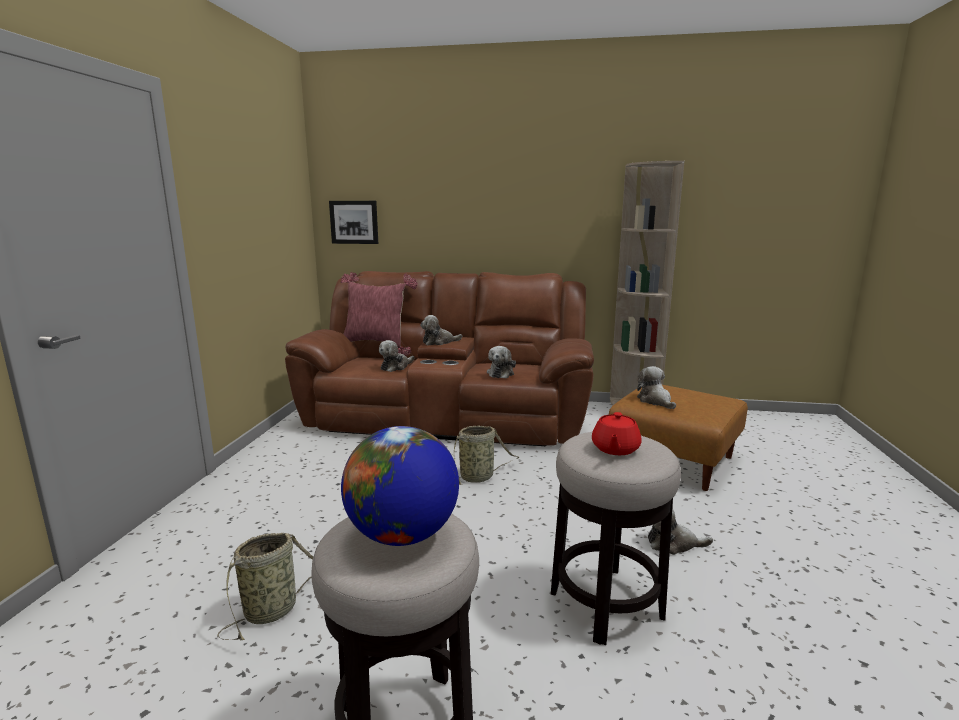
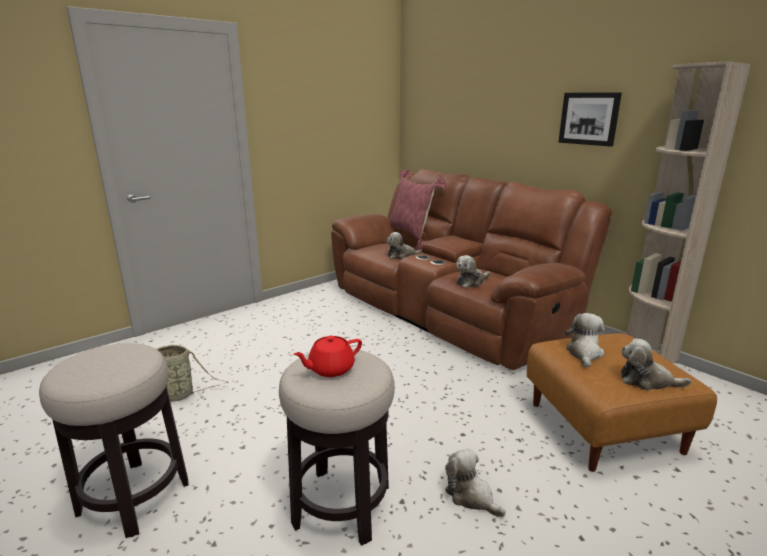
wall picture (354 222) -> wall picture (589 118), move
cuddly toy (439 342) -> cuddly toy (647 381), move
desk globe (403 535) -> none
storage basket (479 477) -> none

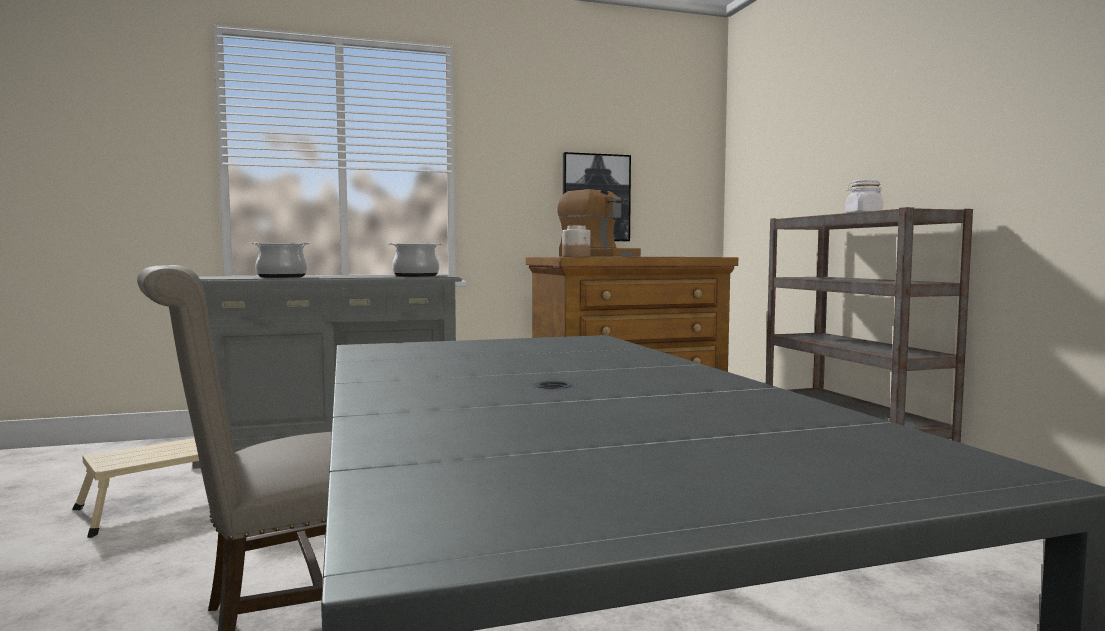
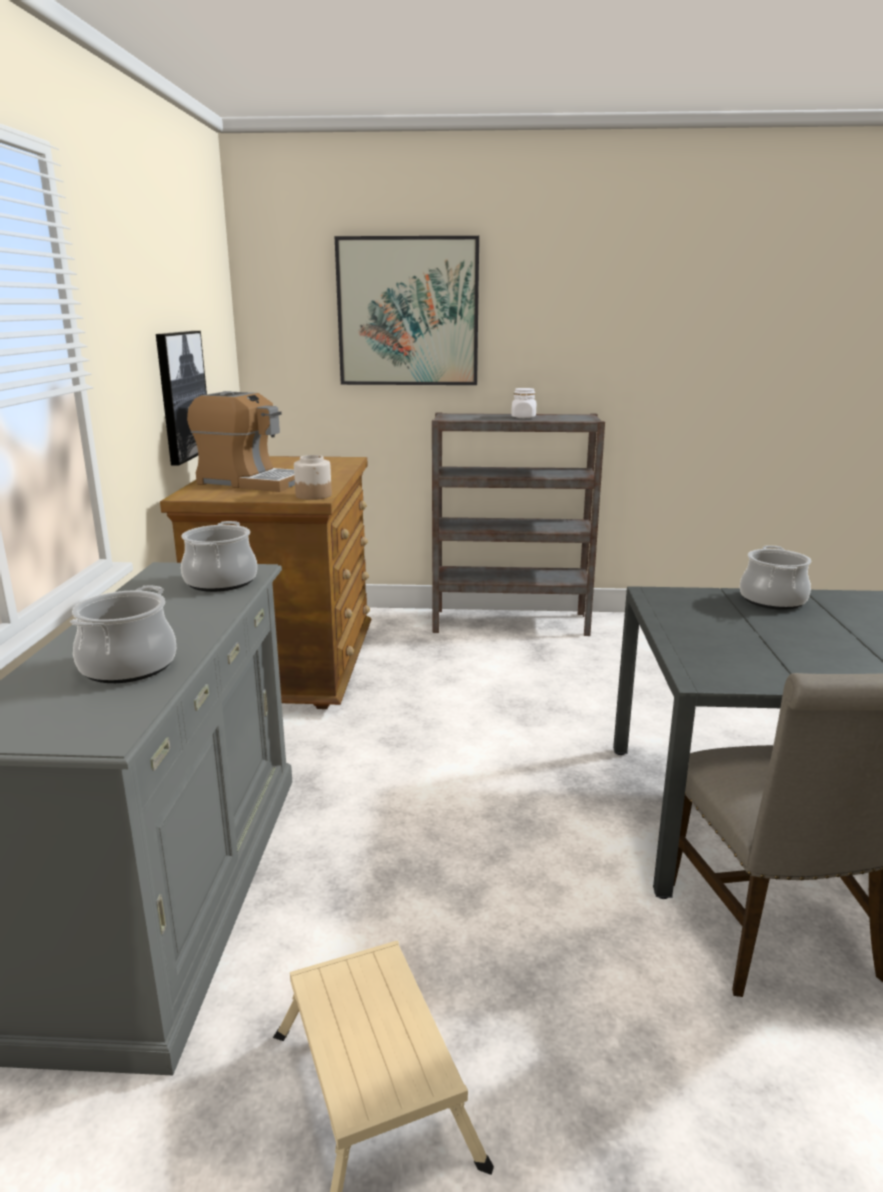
coffee maker (597 256) -> coffee maker (250 482), 45 degrees clockwise
none -> wall picture (408 312)
none -> saucepot (773 600)

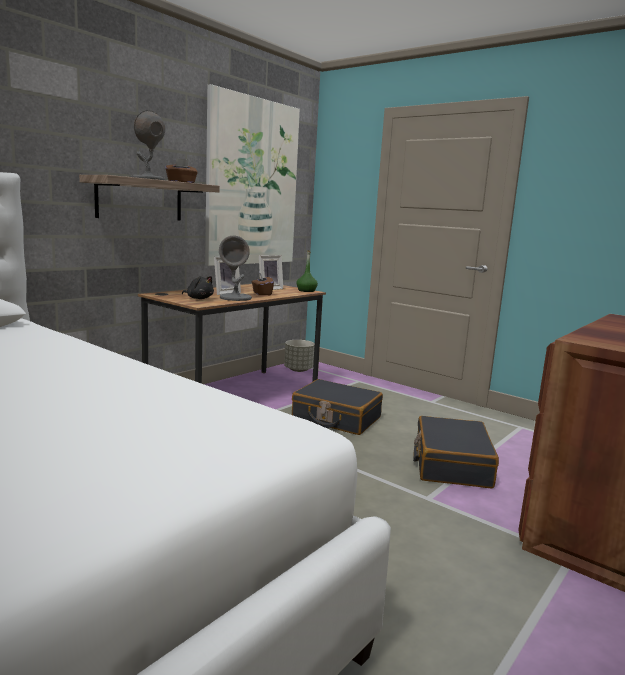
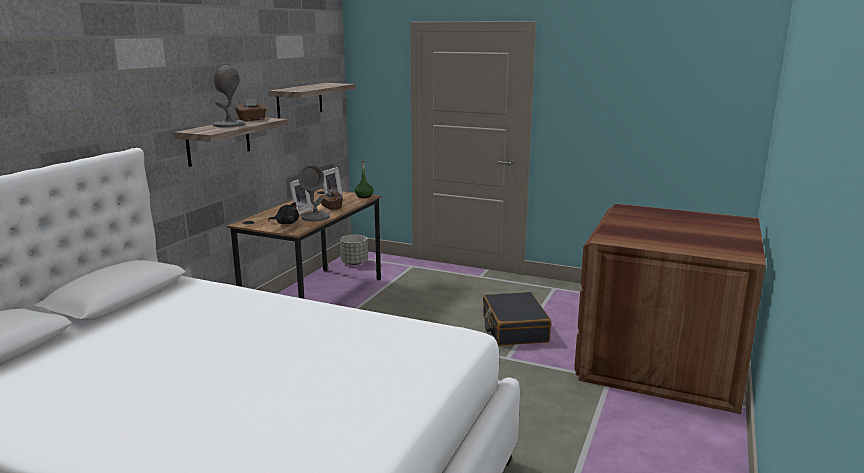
wall picture (252 183) -> bracket shelf (300 101)
black piece of luggage (336 418) -> none

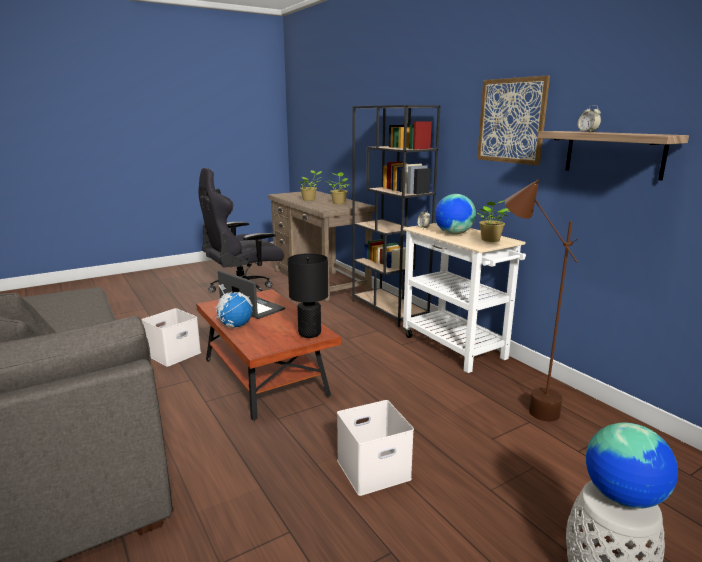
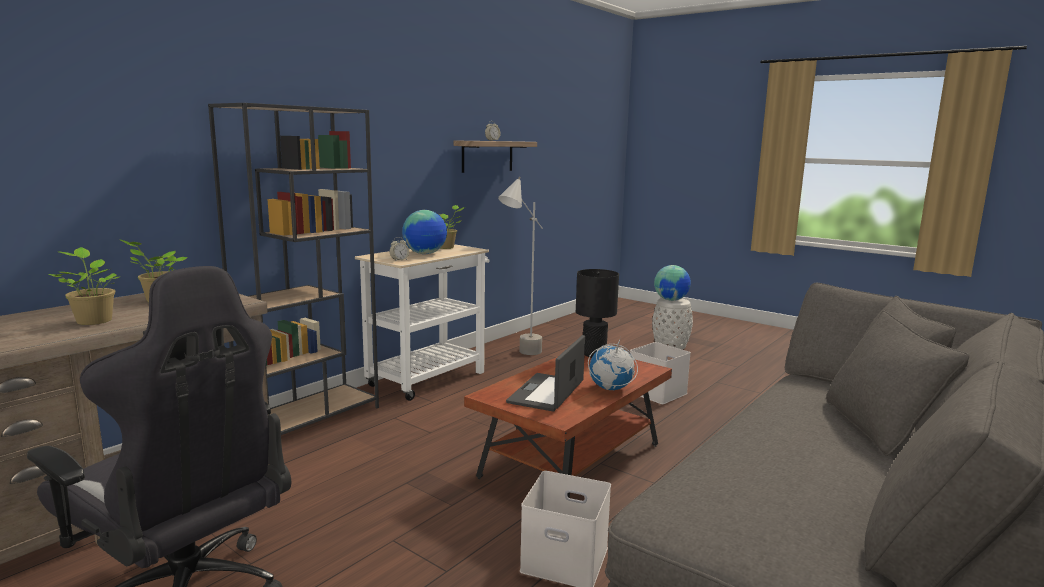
wall picture (511 120) -> none
brownish standard lamp (522 402) -> grey standard lamp (520 356)

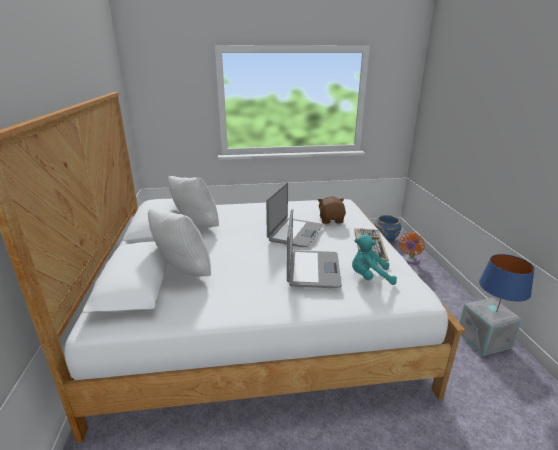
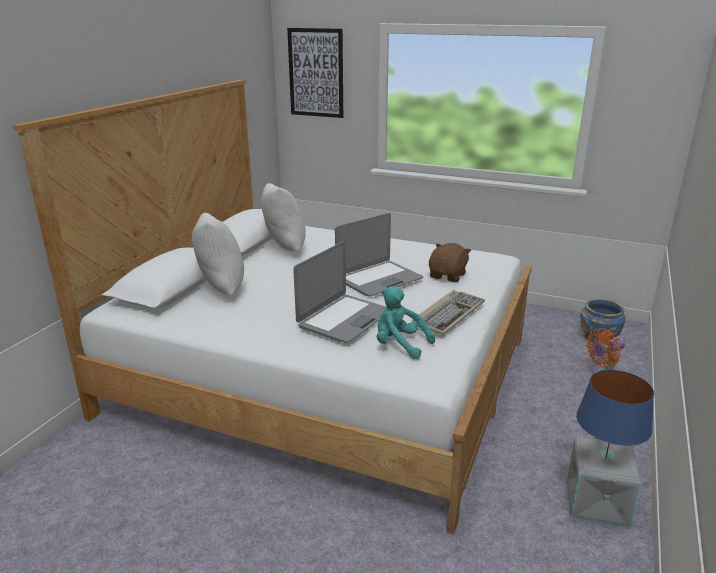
none -> wall picture (316 73)

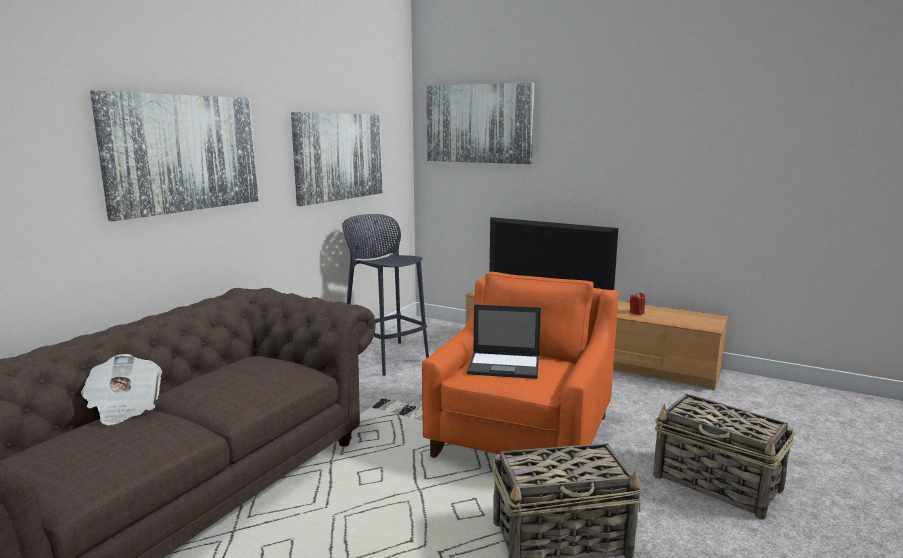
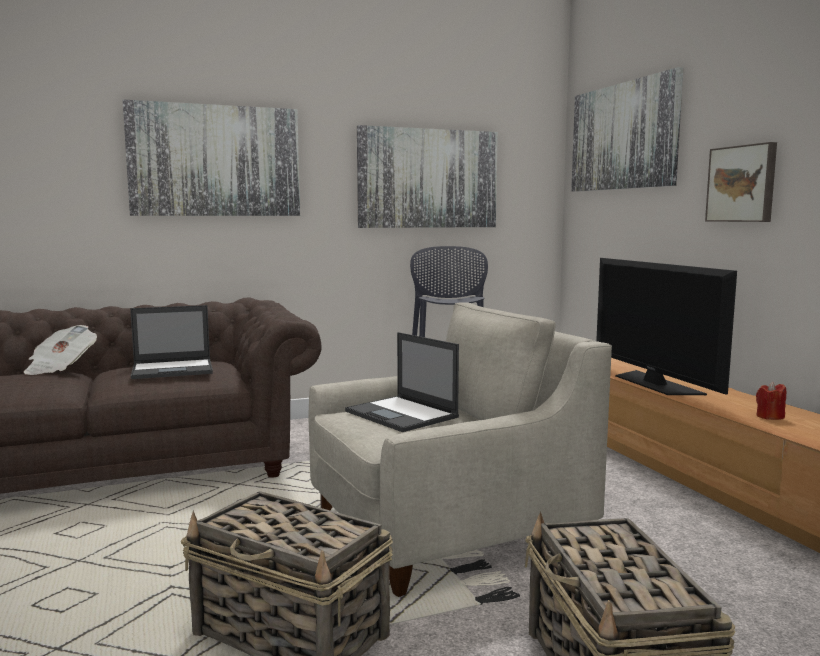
orange easy chair (521 437) -> sand-coloured easy chair (444 529)
none -> wall picture (742 184)
none -> portable computer (174 369)

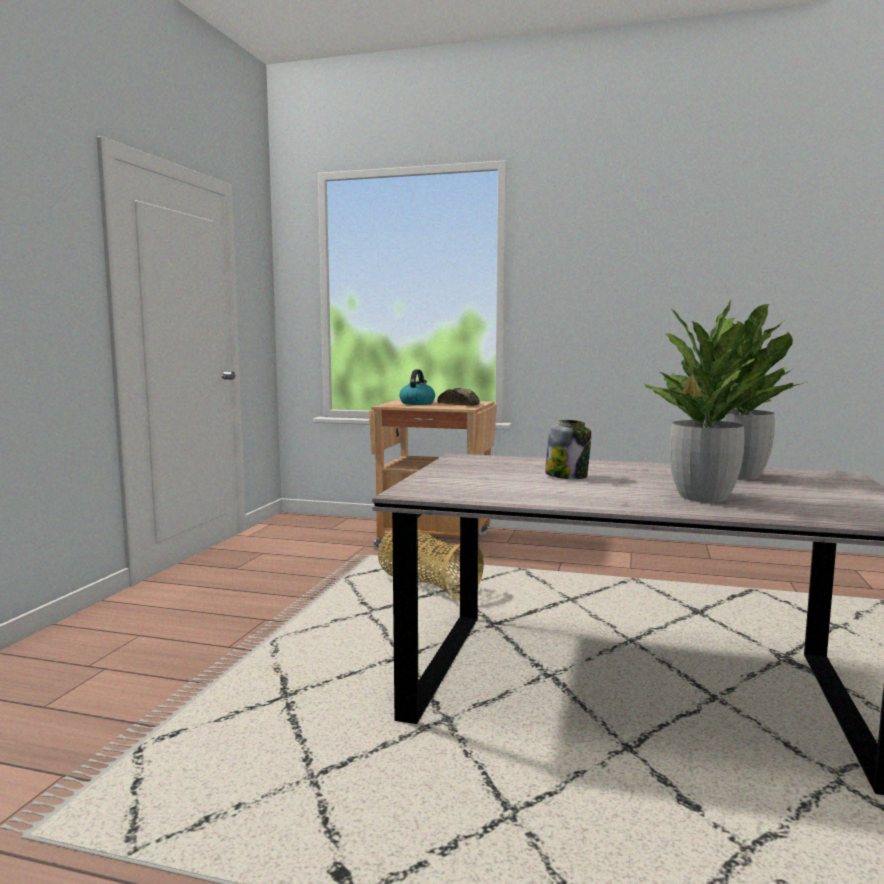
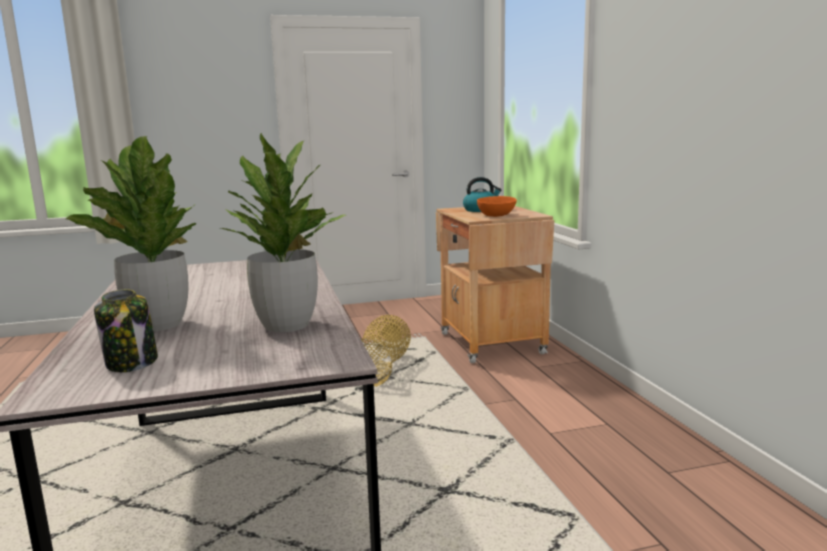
bakery bread (459 404) -> orange bowl (496 215)
storage jar (567 476) -> storage jar (132 363), move

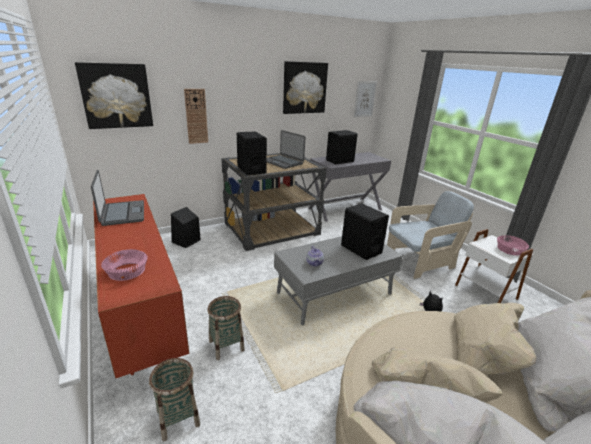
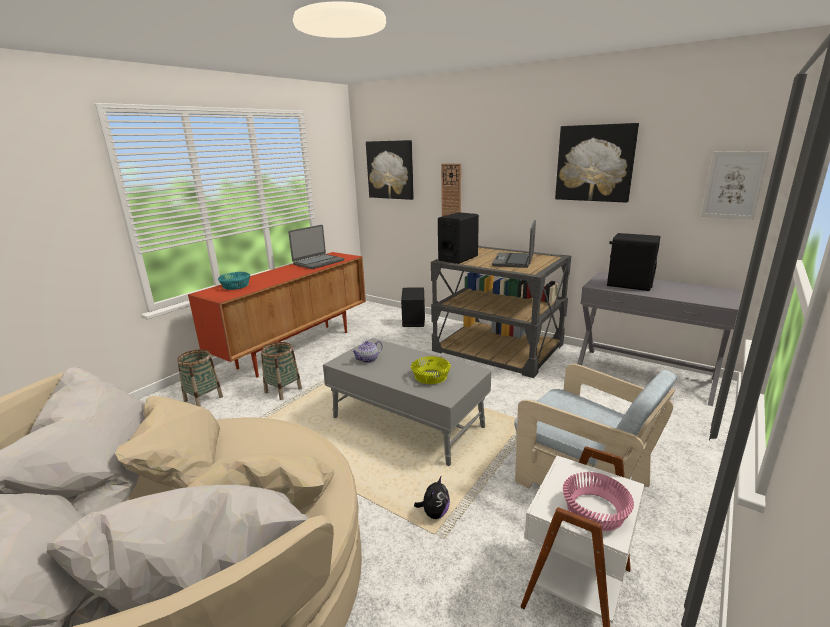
black audio speaker (361 249) -> yellow bowl (431 376)
pinkish bowl (126 272) -> blue-green bowl (235 286)

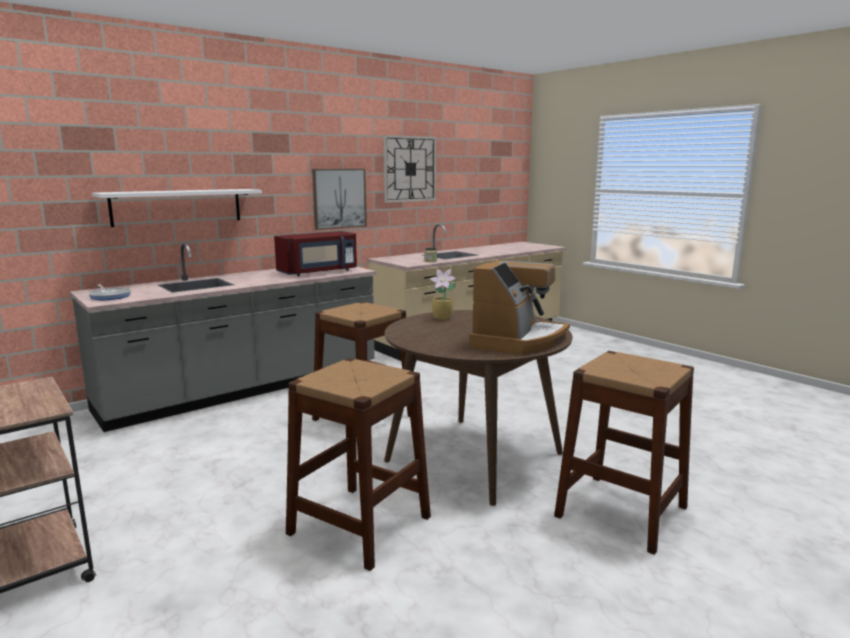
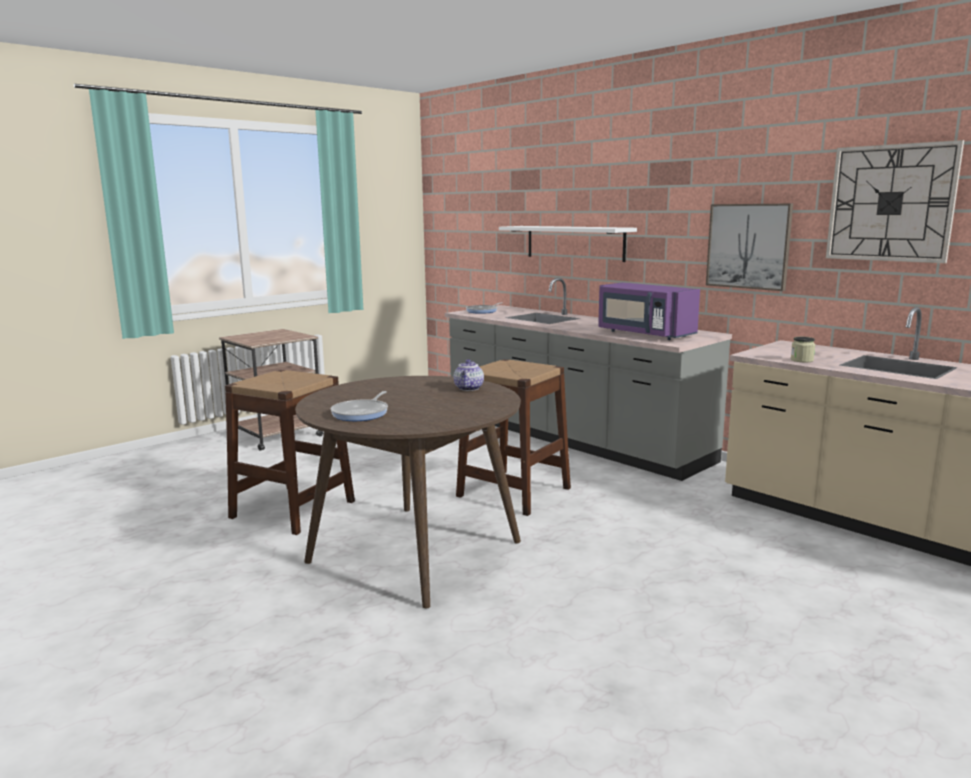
red-coloured kitchen microwave (319 272) -> purple-coloured kitchen microwave (644 334)
coffee maker (517 341) -> pan (362 413)
houseplant (443 318) -> tea pot (469 388)
brownish stool seat (621 511) -> none

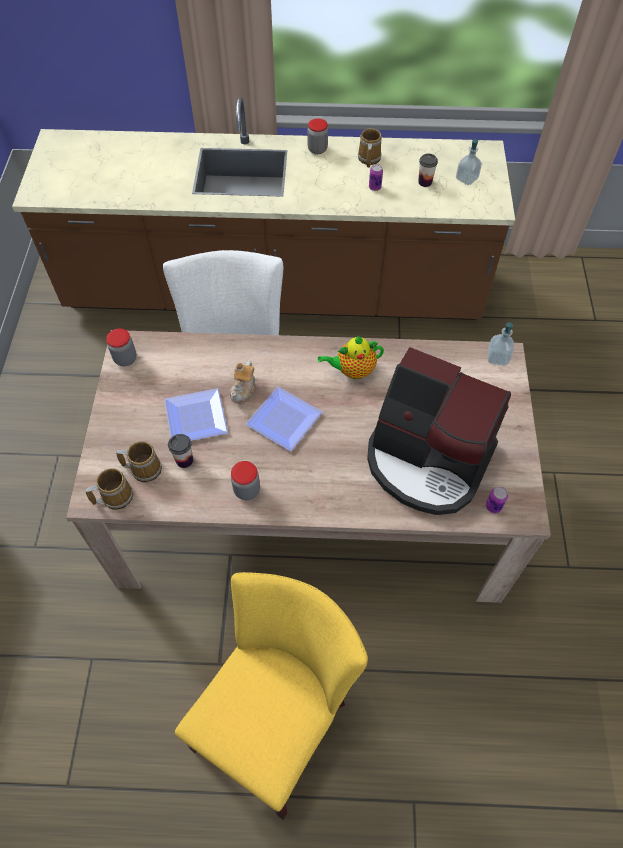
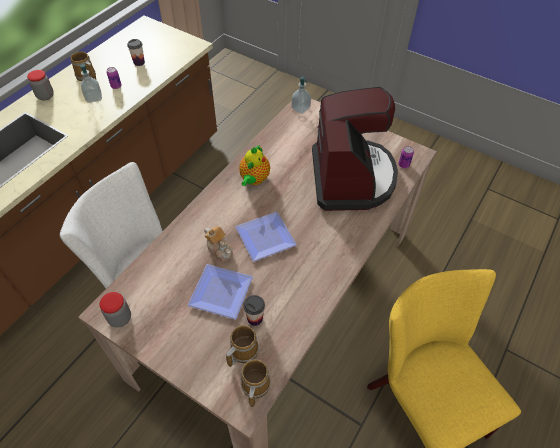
liquid soap bottle (466 179) -> liquid soap bottle (94 98), move
coffee maker (427 460) -> coffee maker (351 177), 60 degrees counterclockwise
storage jar (247 490) -> none

